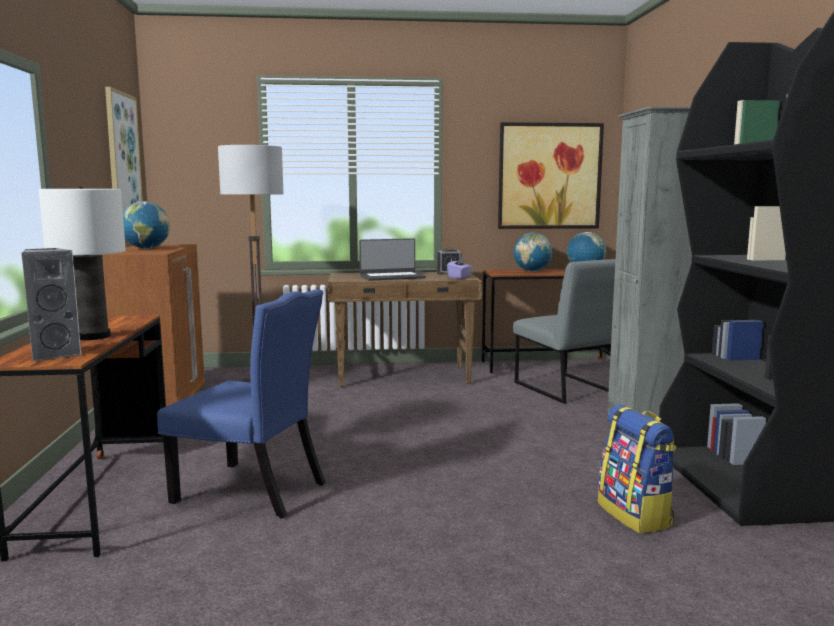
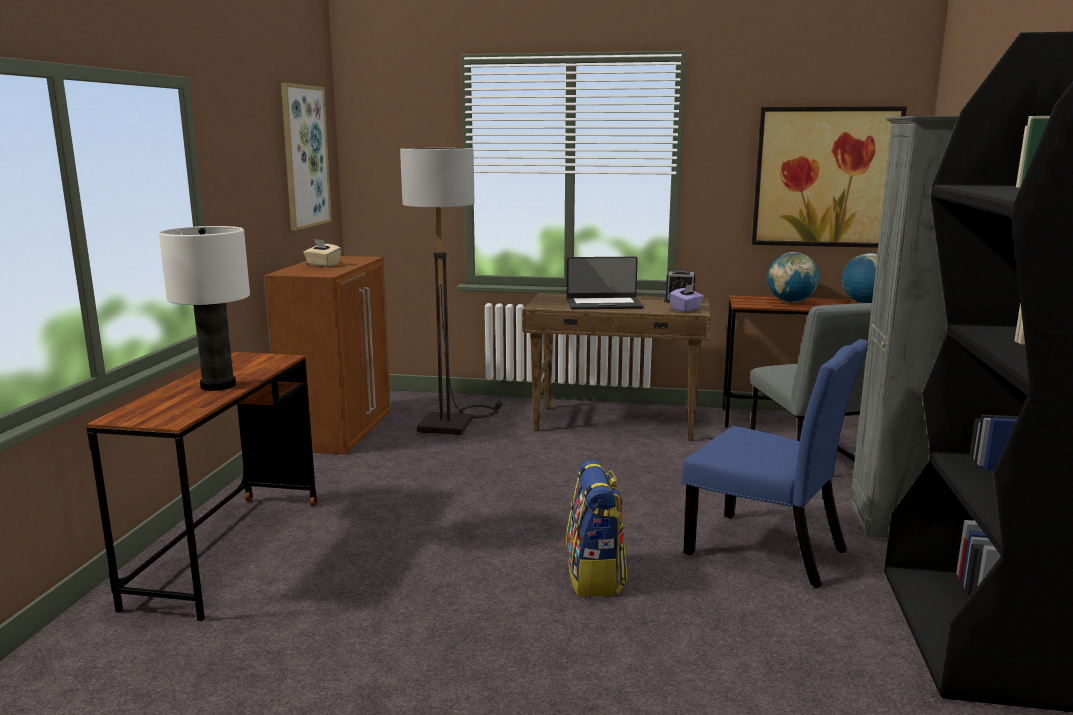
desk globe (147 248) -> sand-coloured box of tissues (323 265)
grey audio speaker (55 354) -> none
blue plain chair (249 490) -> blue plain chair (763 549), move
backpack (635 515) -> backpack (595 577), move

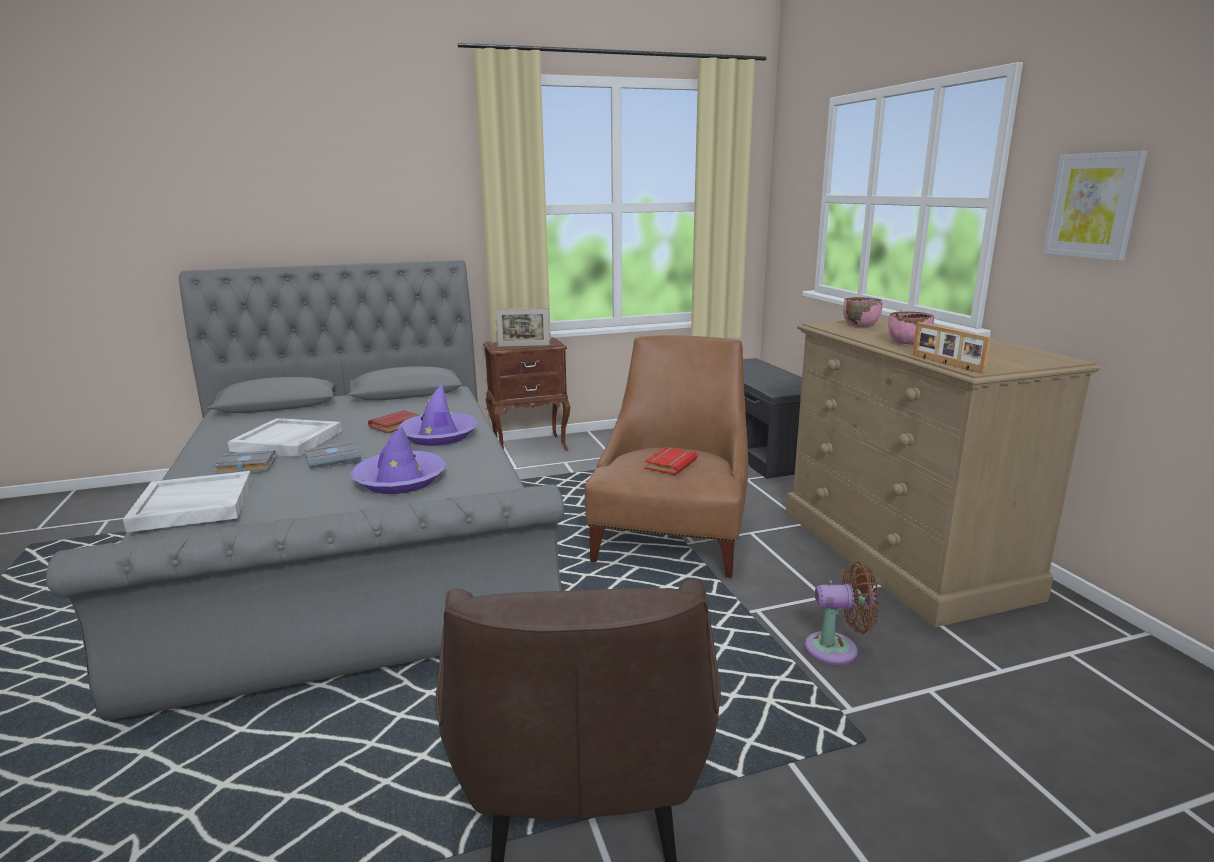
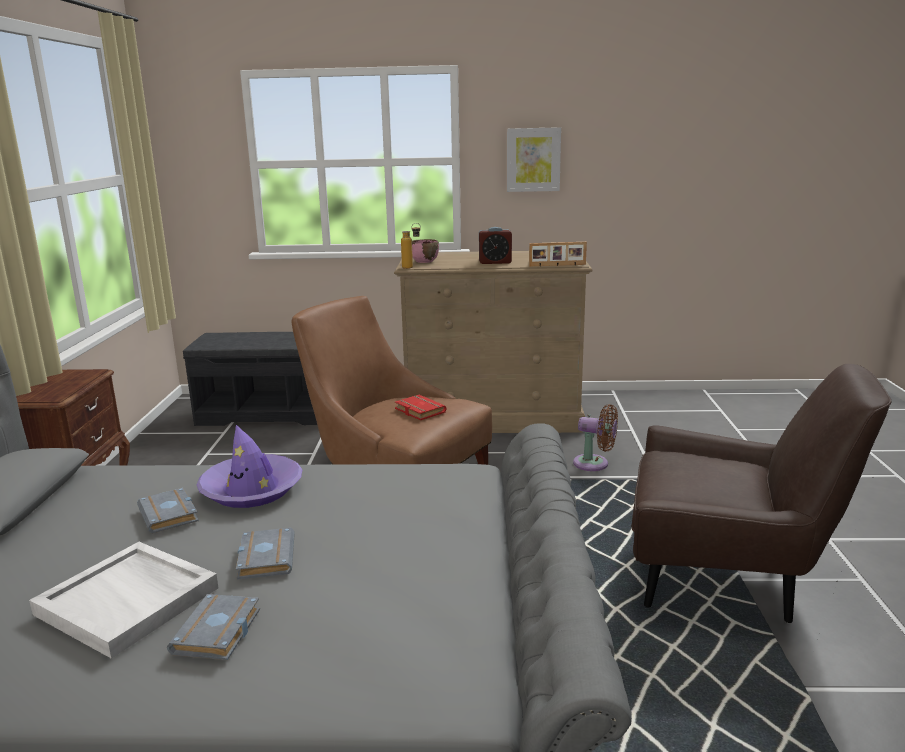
picture frame (523 345) -> none
pinkish bowl (908 343) -> table clock (495 262)
red-coloured bound book (396 426) -> grey bound book (171 515)
purple-coloured hat (400 480) -> none
whitish serving tray (192 505) -> none
brownish electric fan (837 649) -> brownish electric fan (594 464), 90 degrees clockwise
none -> bottle (412 267)

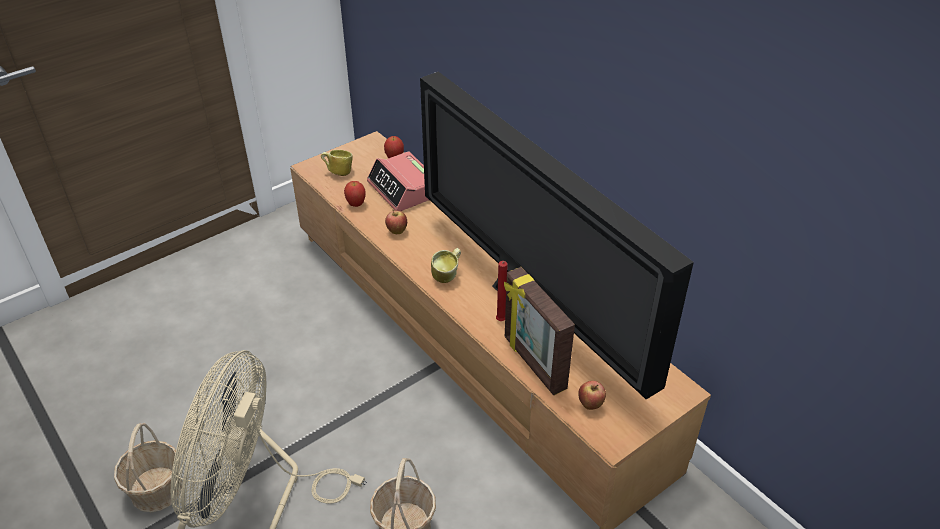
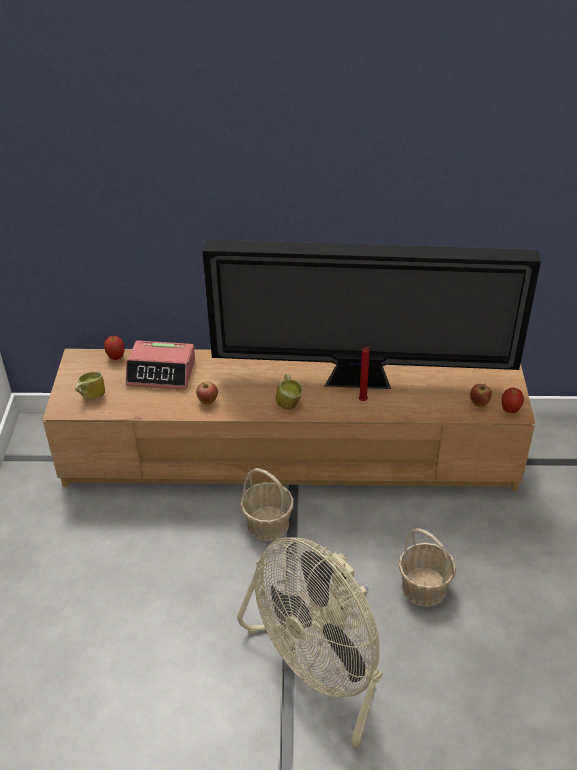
whole apple (356 204) -> whole apple (510 410), move
picture frame (533 363) -> none
storage basket (157 489) -> storage basket (268 524), move

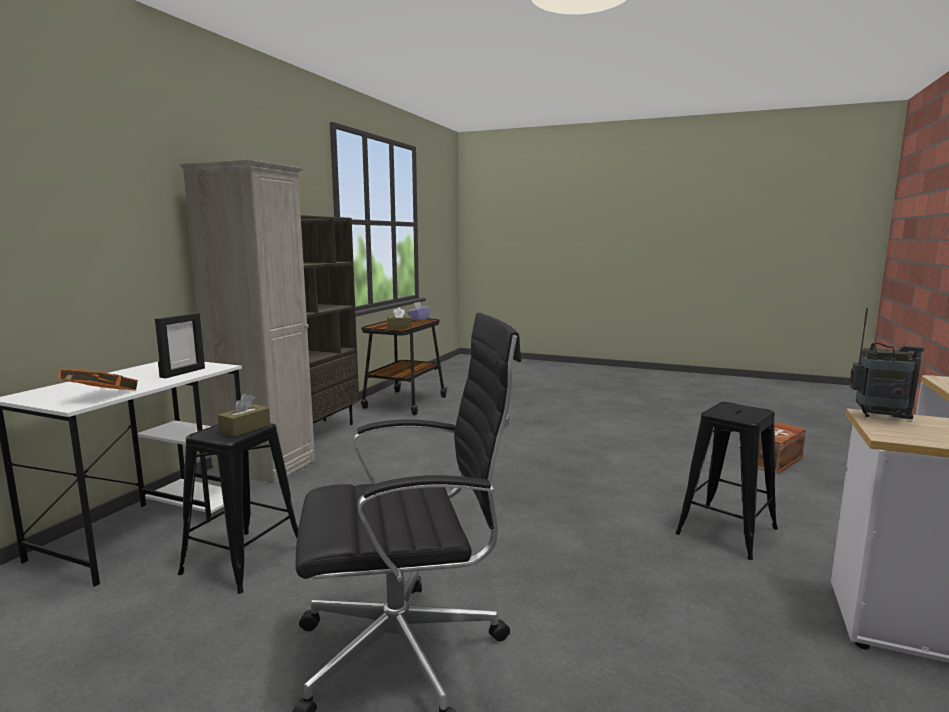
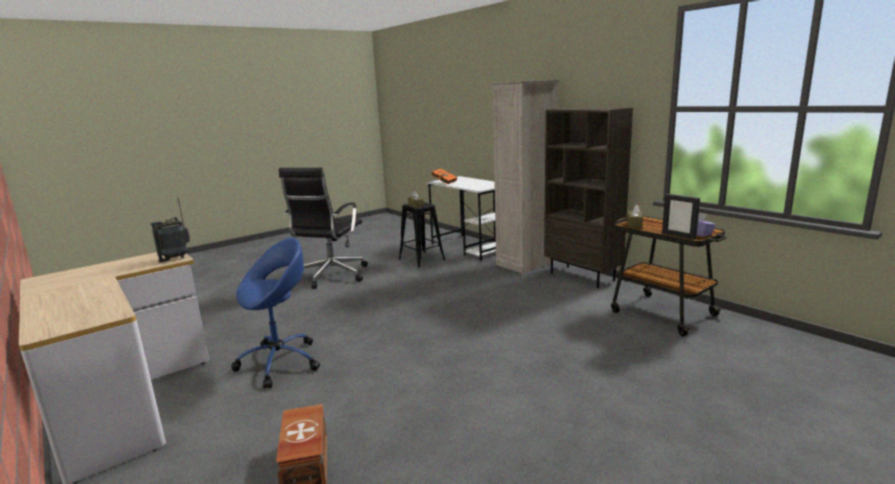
picture frame (183 372) -> picture frame (679 235), move
black stool seat (726 531) -> blue desk chair (281 361)

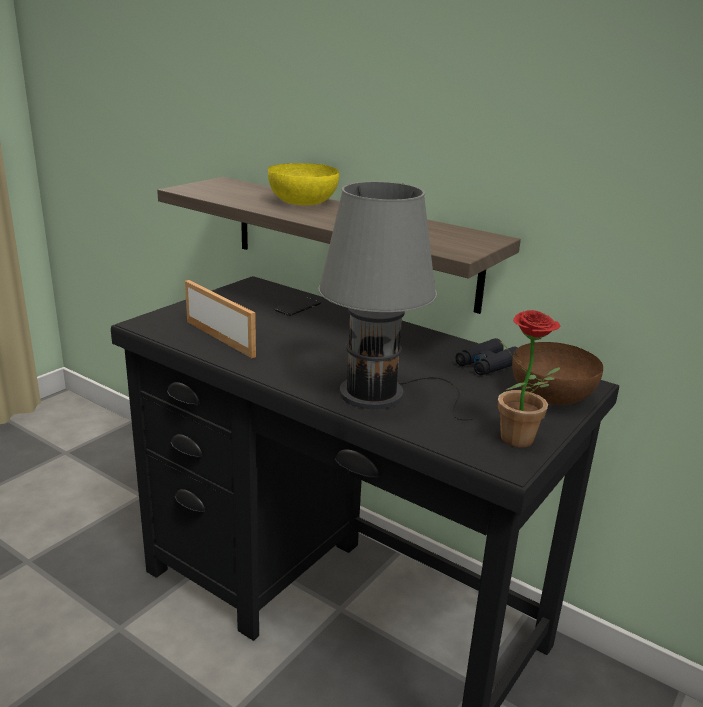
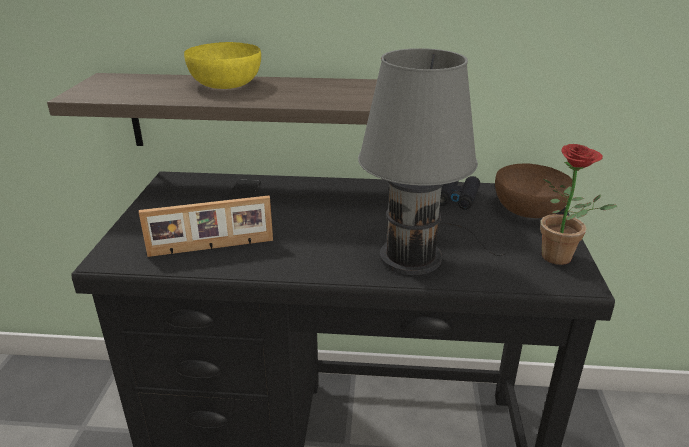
picture frame (221 338) -> picture frame (211 248), 150 degrees clockwise

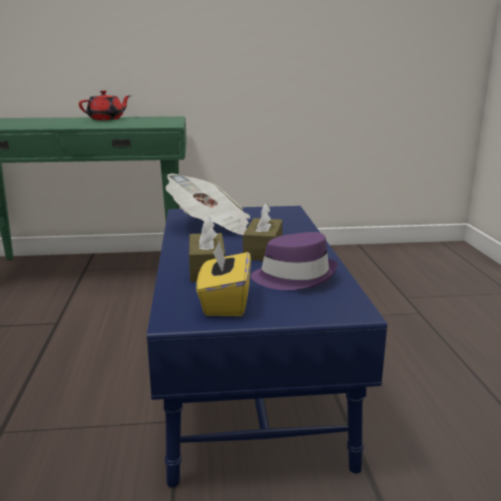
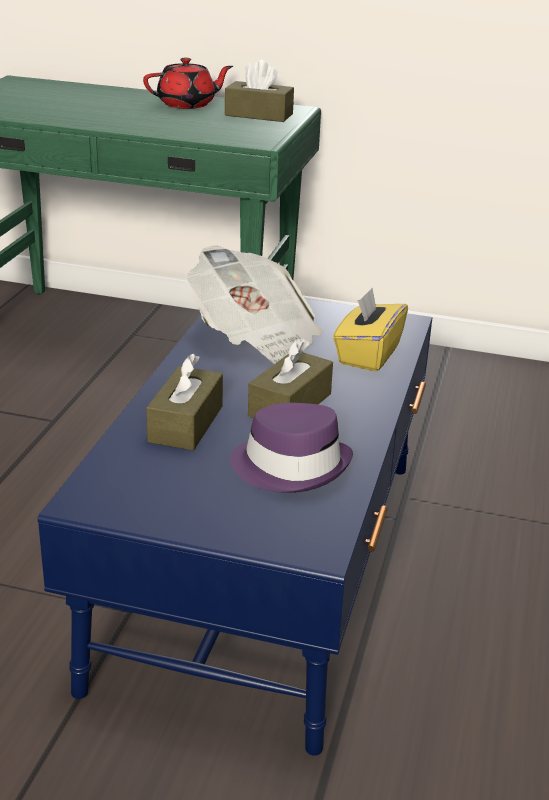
yellow box of tissues (225 303) -> yellow box of tissues (367 354), move
none -> brownish box of tissues (259 115)

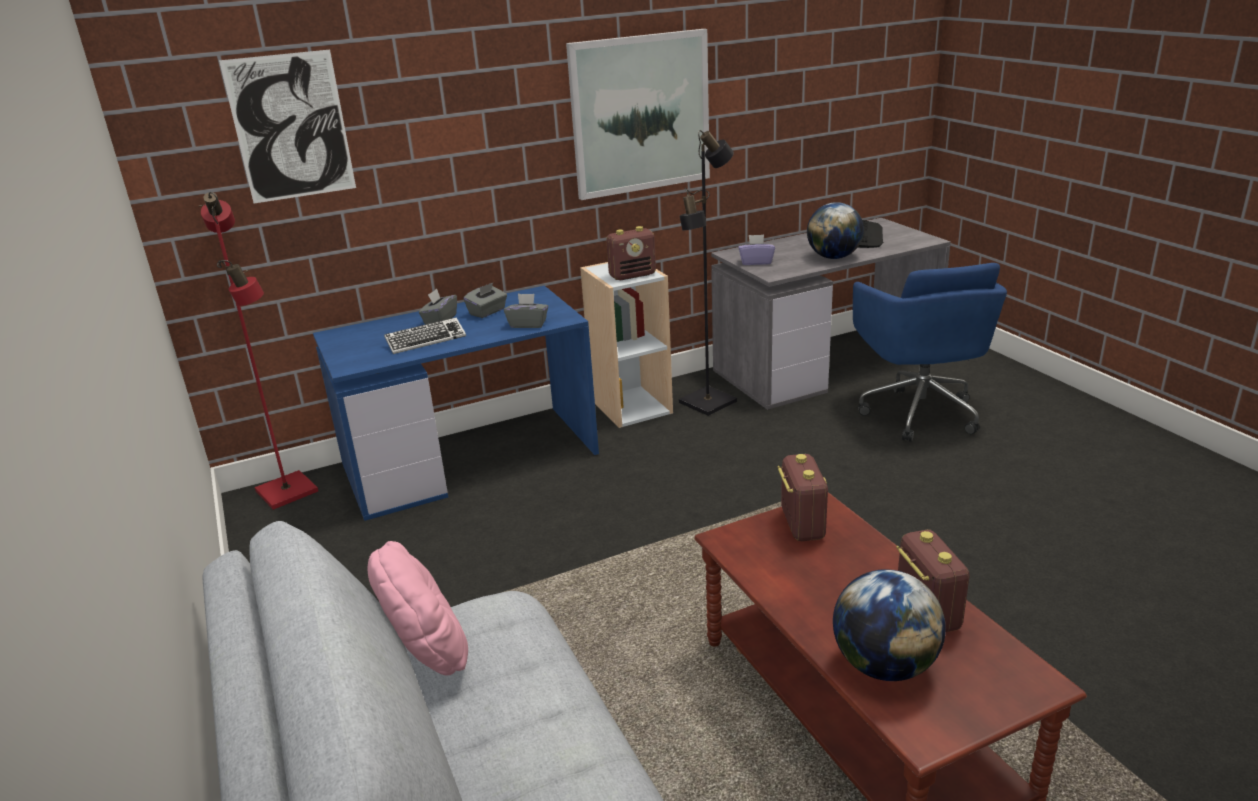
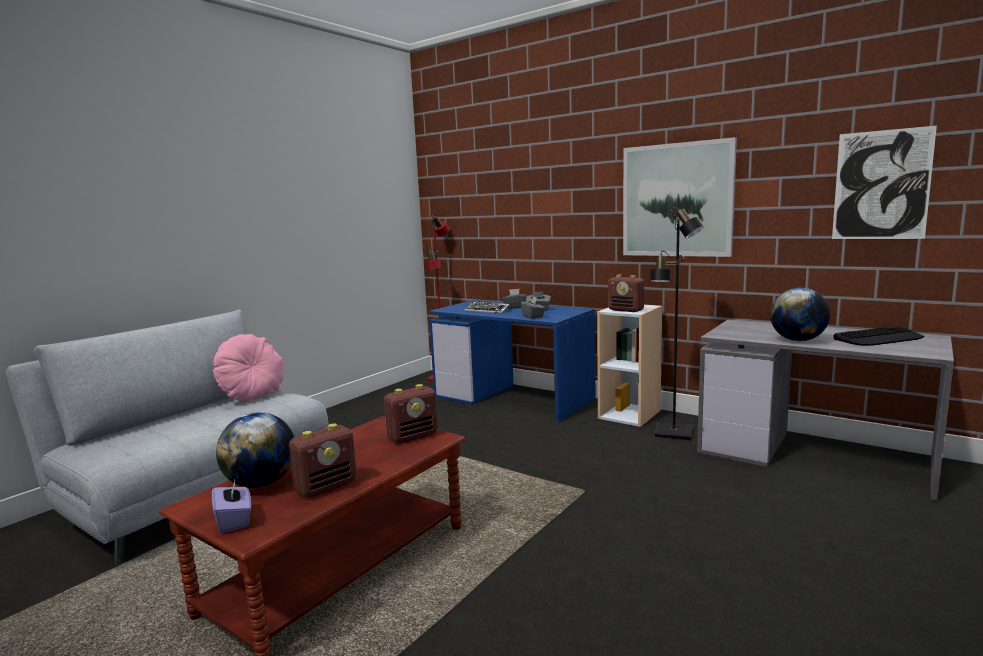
wall picture (291 127) -> wall picture (881 185), move
purple-coloured box of tissues (756 262) -> purple-coloured box of tissues (234 520), move
blue desk chair (917 412) -> none

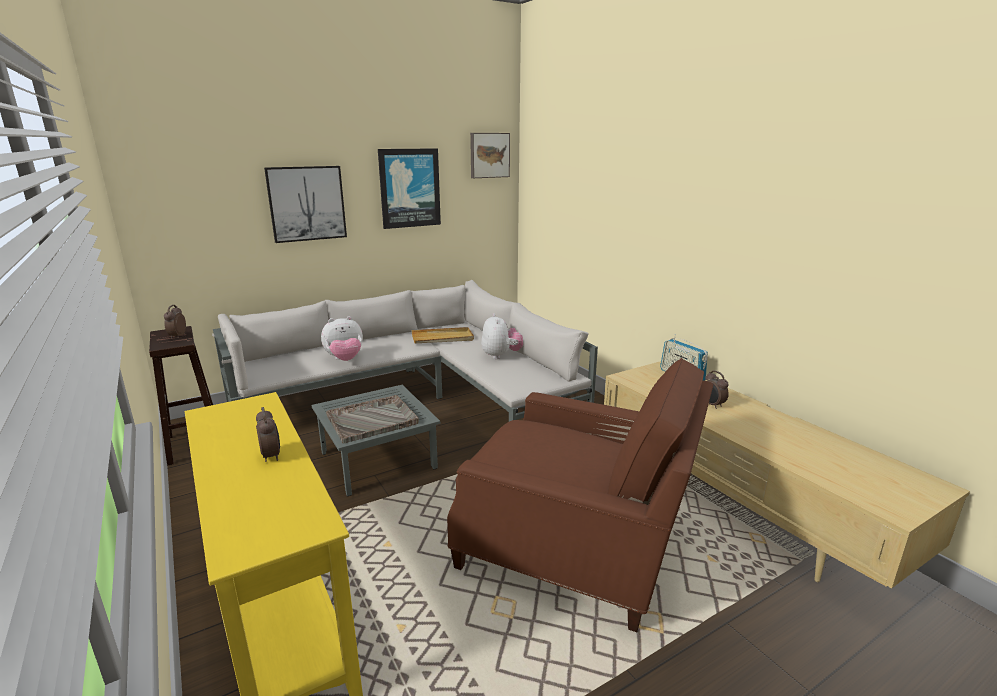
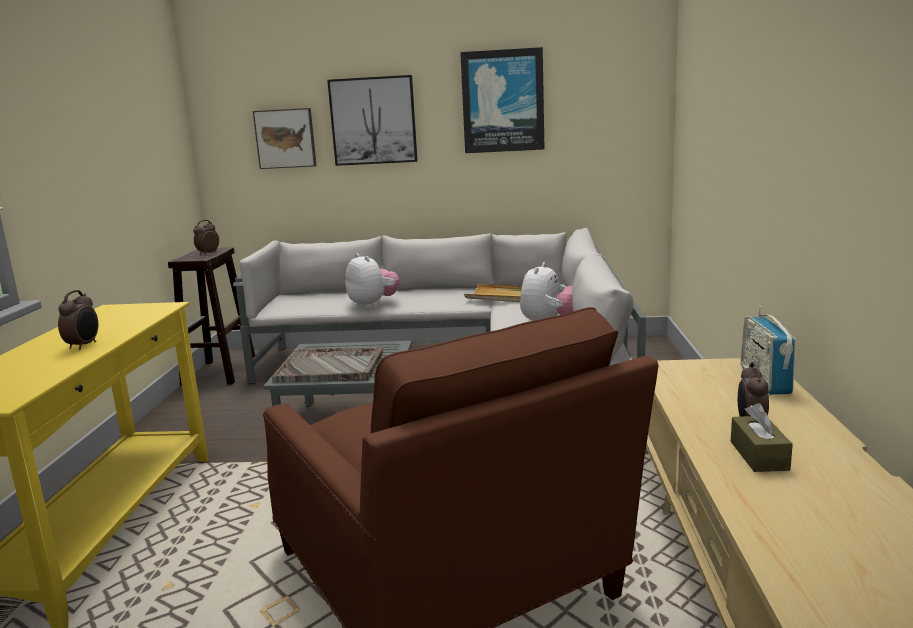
wall picture (489 155) -> wall picture (286 138), move
cuddly toy (345 359) -> cuddly toy (373 304), 135 degrees counterclockwise
none -> brownish box of tissues (759 455)

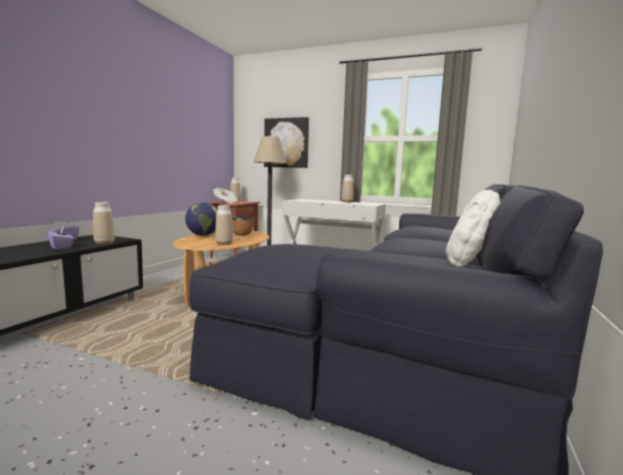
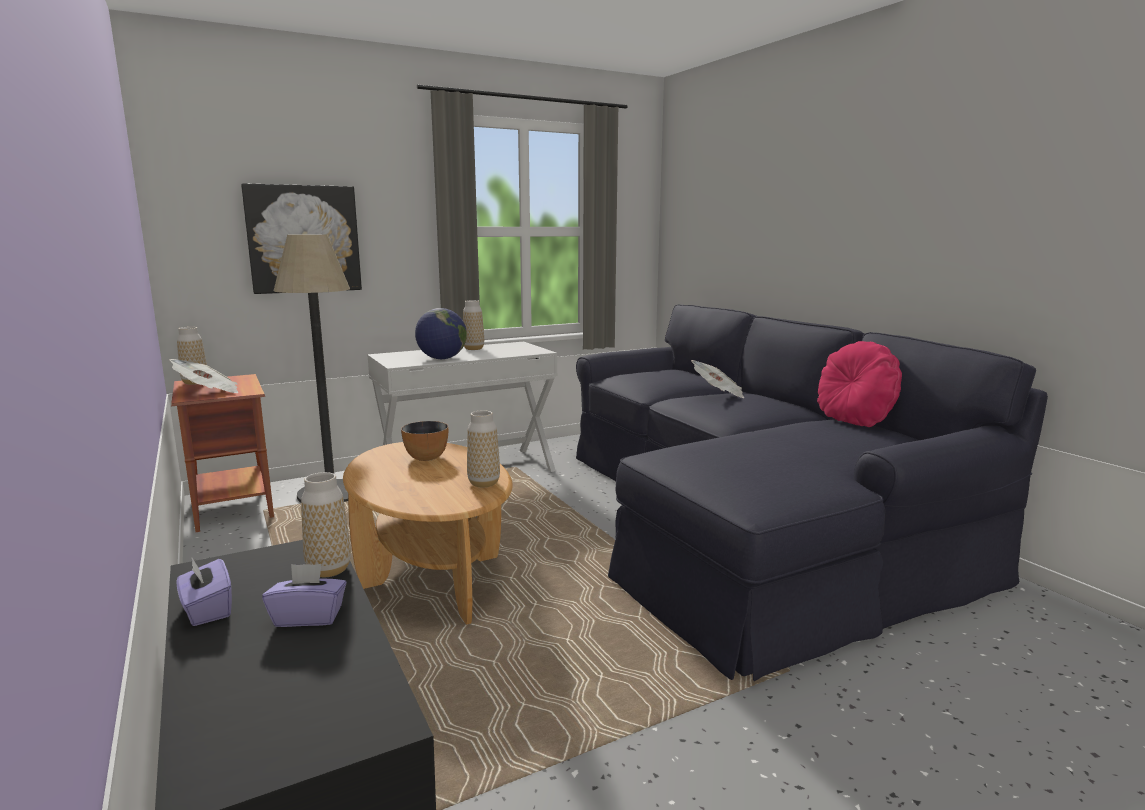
whitish pillow (467 265) -> pinkish pillow (854 422)
desk globe (203 235) -> desk globe (442 359), move
none -> printed paper (718 394)

